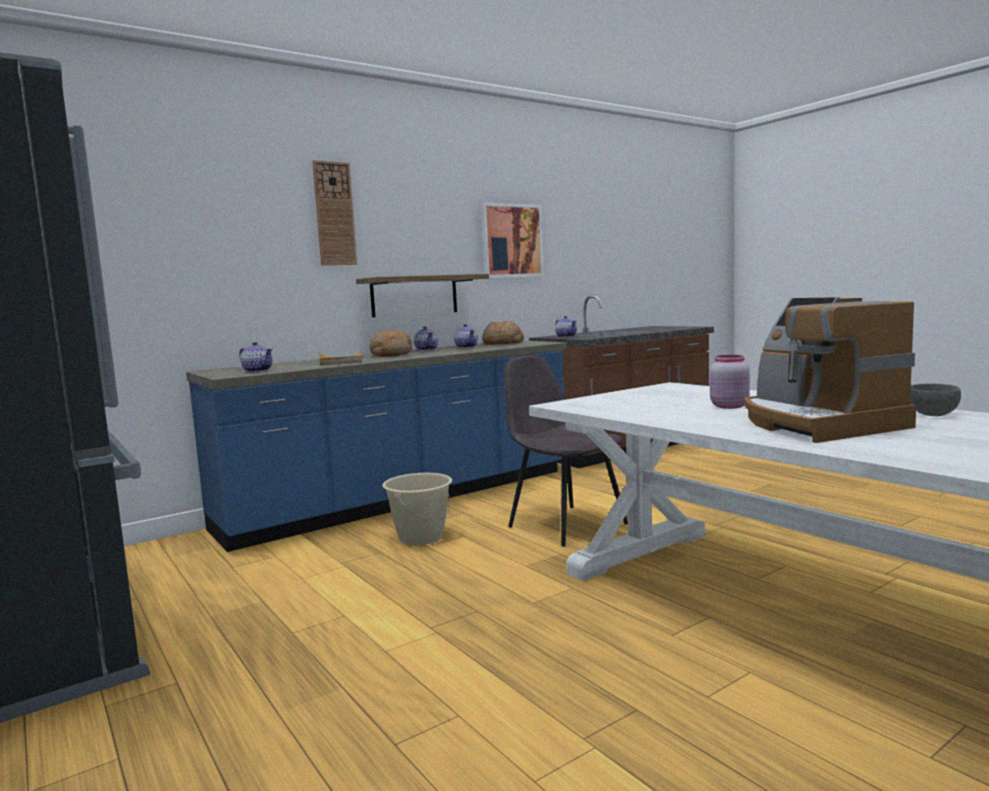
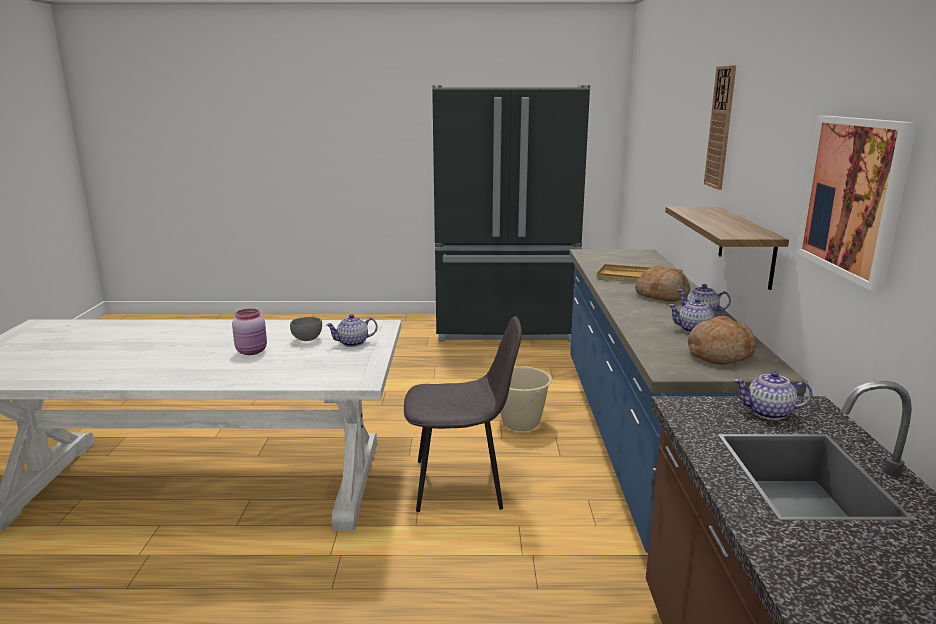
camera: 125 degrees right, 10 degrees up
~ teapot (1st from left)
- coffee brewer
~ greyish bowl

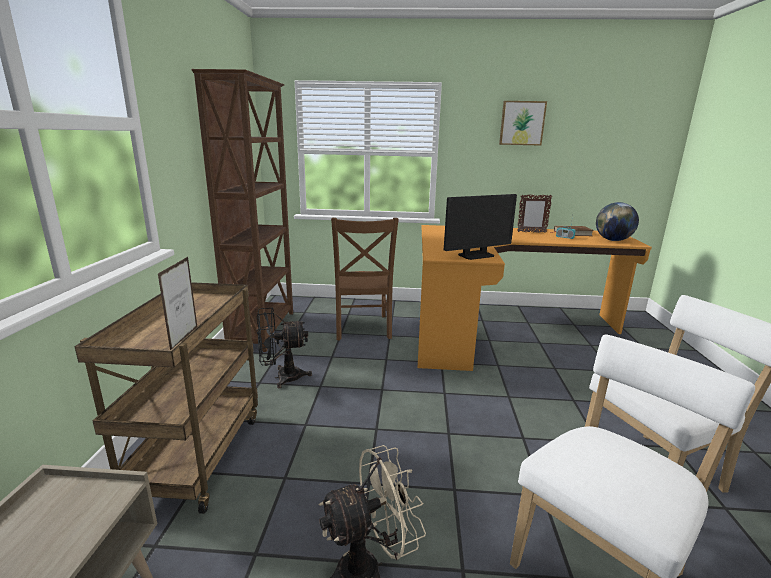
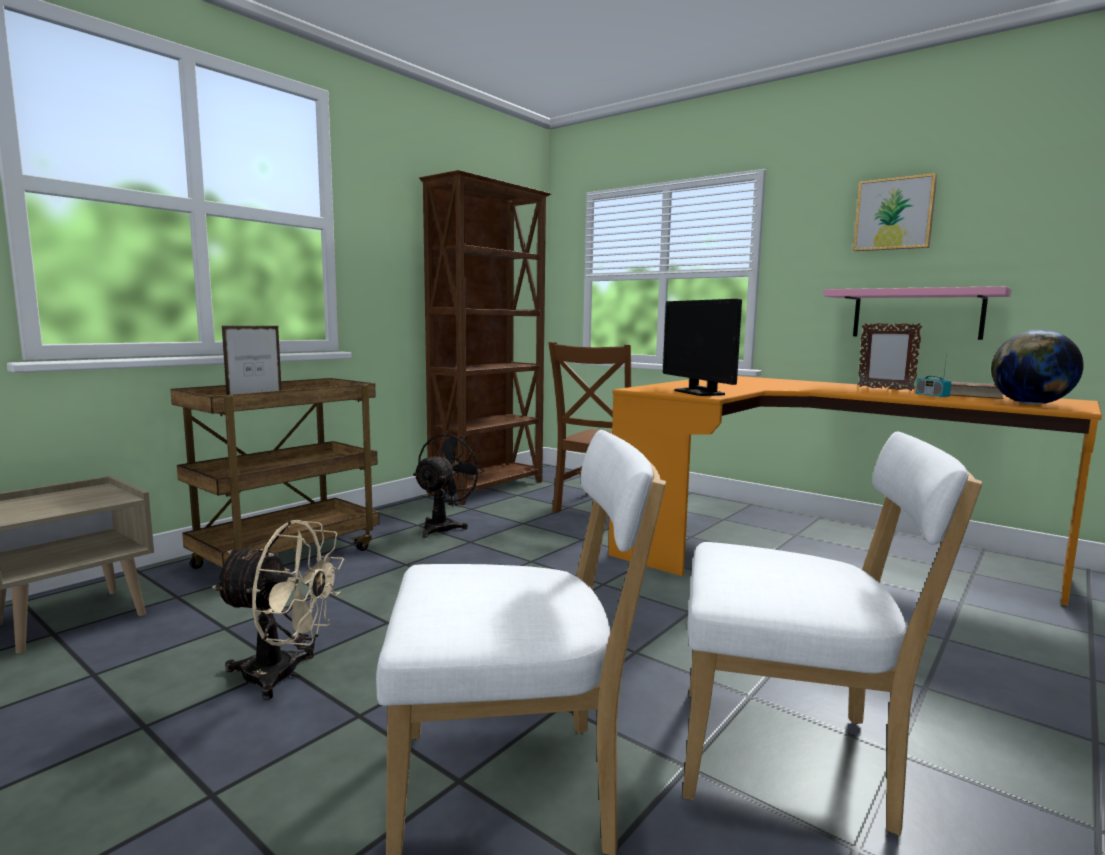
camera: 35 degrees right, 10 degrees down
~ black-coloured cooling fan 90 degrees clockwise
~ monitor 60 degrees clockwise
+ pink-coloured wall shelf

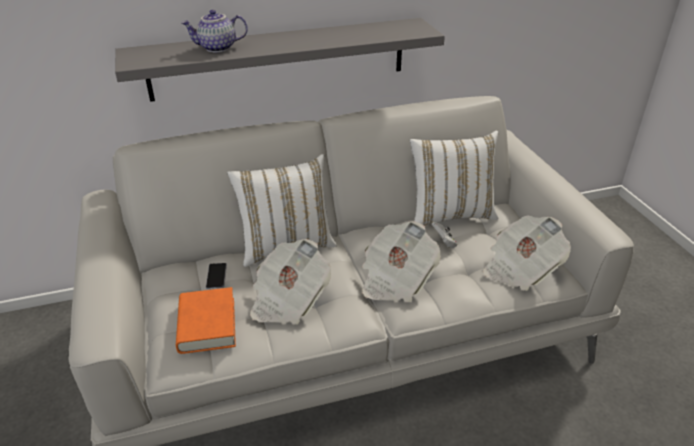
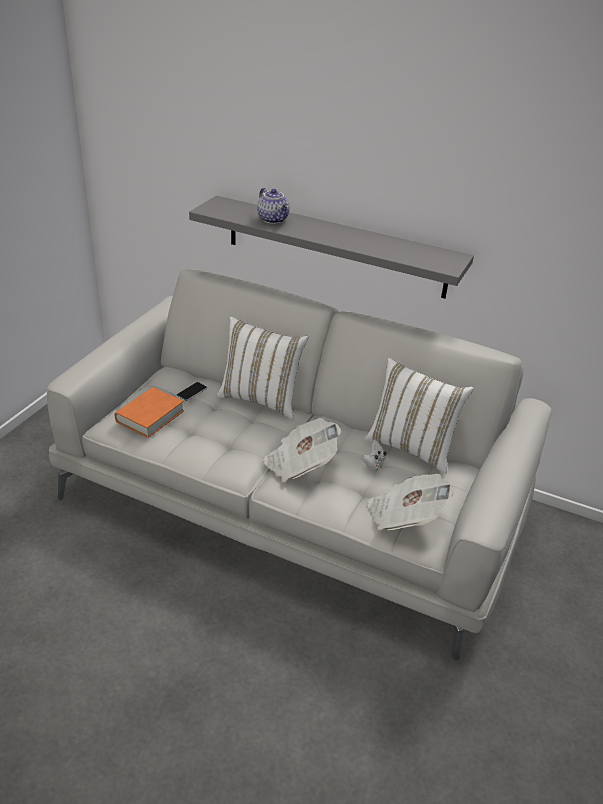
camera: 40 degrees right, 0 degrees up
~ teapot 150 degrees counterclockwise
- daily paper (1st from left)

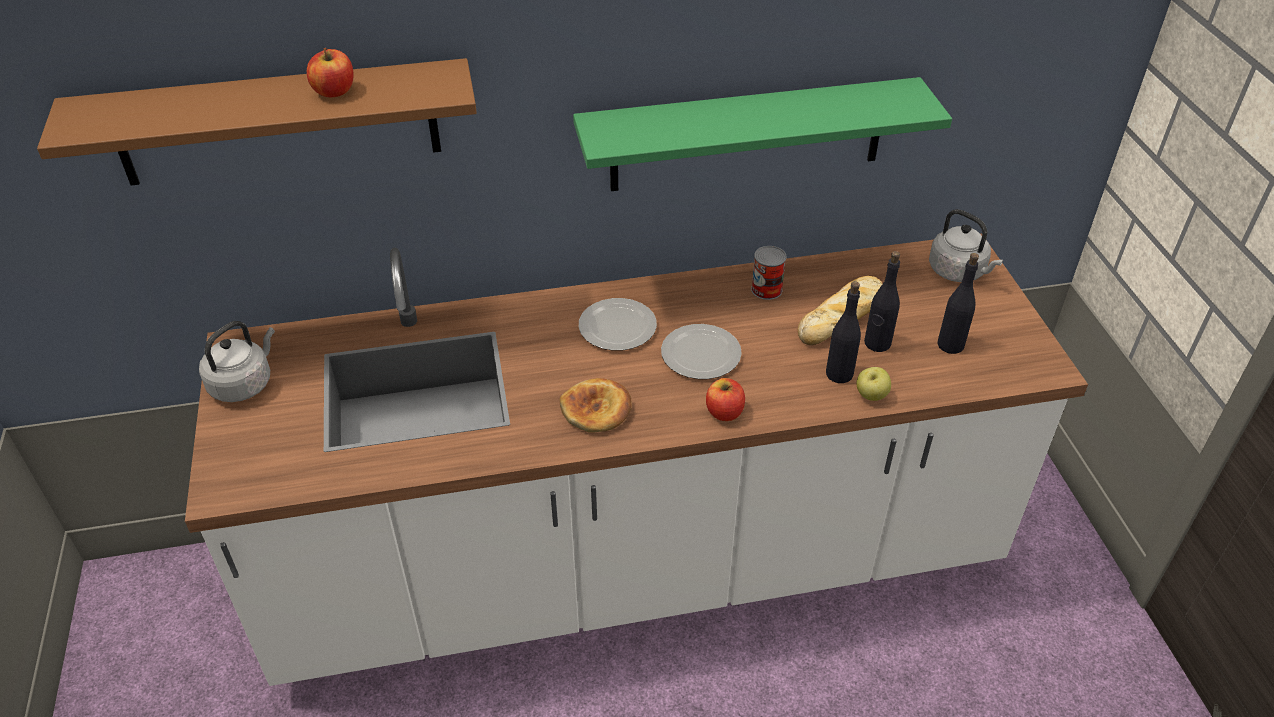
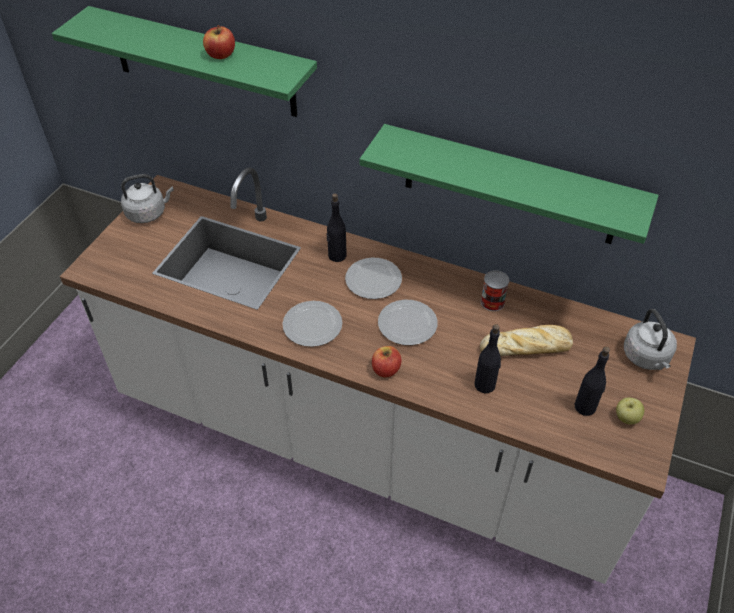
camera: 35 degrees right, 5 degrees up
~ brown-coloured wall shelf to green wall shelf (1st from left)
~ bread (1st from left) to plate (1st from left)
~ apple (3rd from left)
~ black-coloured bottle (2nd from left in the first image) to black-coloured bottle (1st from left)

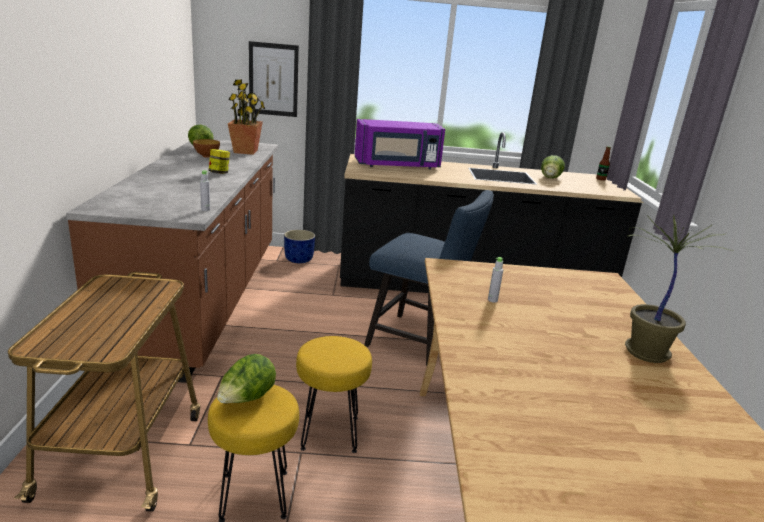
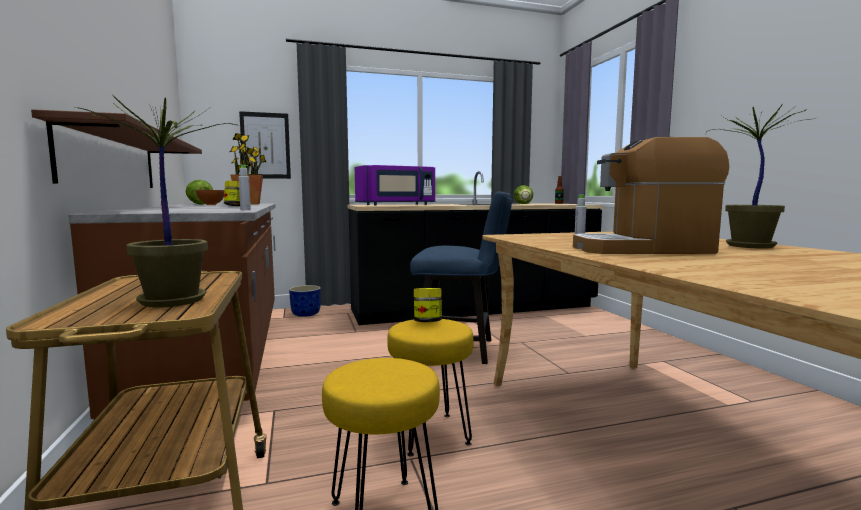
camera: 15 degrees left, 15 degrees down
- lettuce head (2nd from left)
+ brown-coloured wall shelf
+ plant in a pot (1st from left)
+ jar (2nd from left)
+ coffee brewer

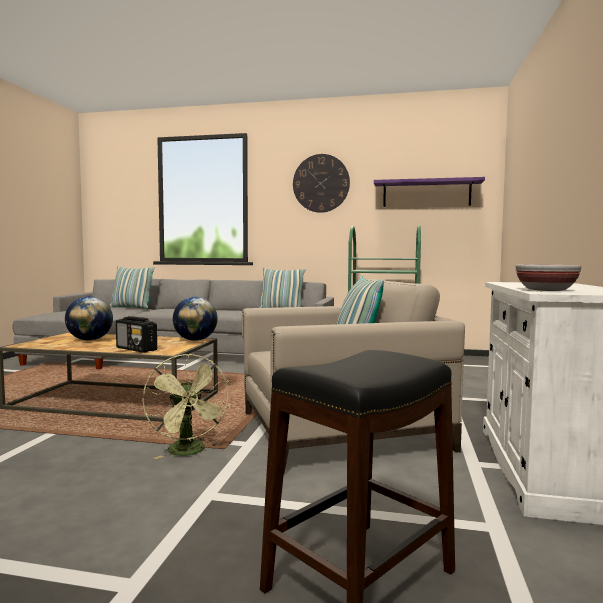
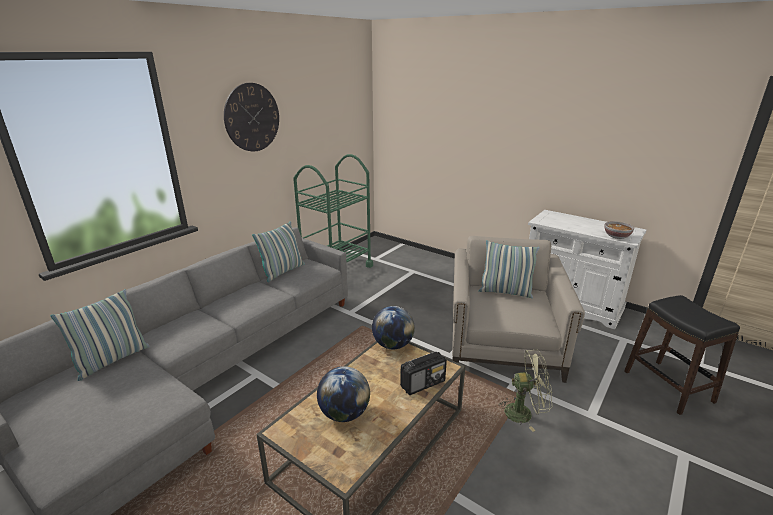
camera: 65 degrees left, 20 degrees up
- purplish wall shelf

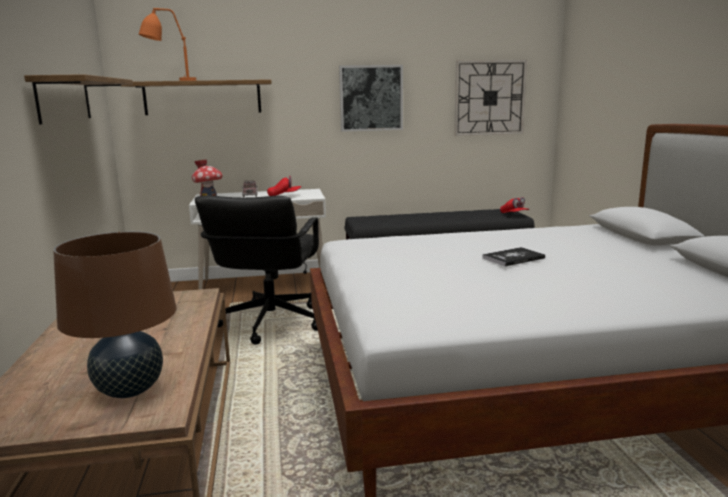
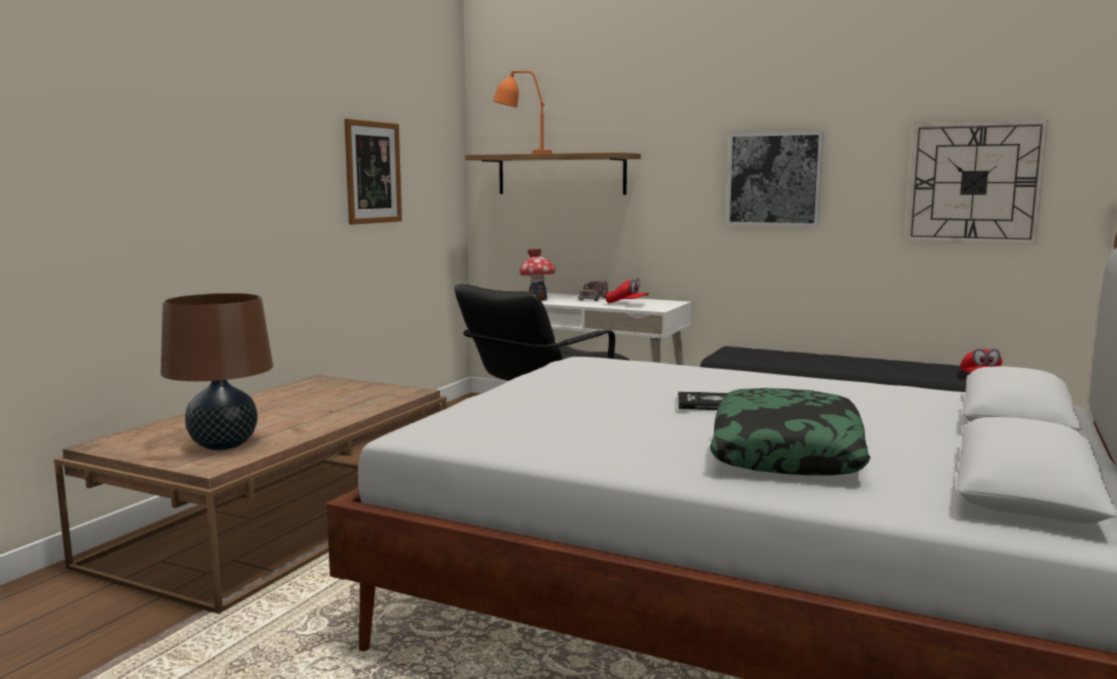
camera: 35 degrees right, 5 degrees down
~ wall shelf (1st from left) to picture (1st from left)
+ pillow

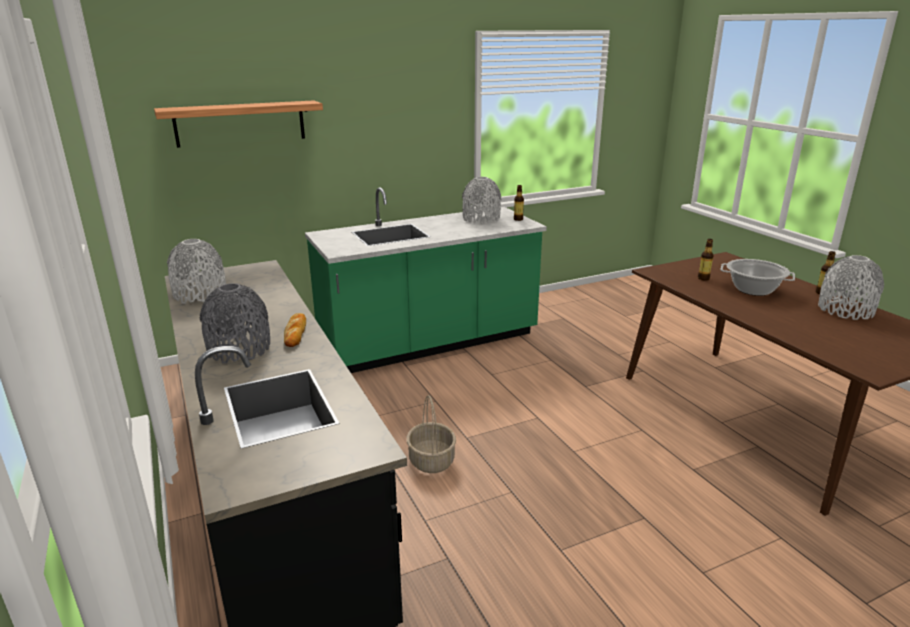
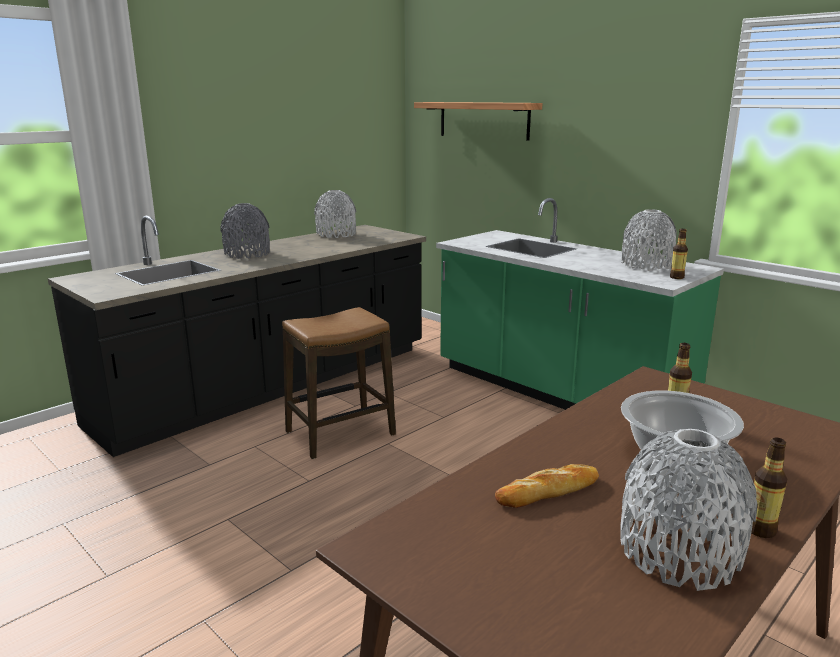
camera: 70 degrees right, 5 degrees down
~ bread
~ storage basket to sitting stool

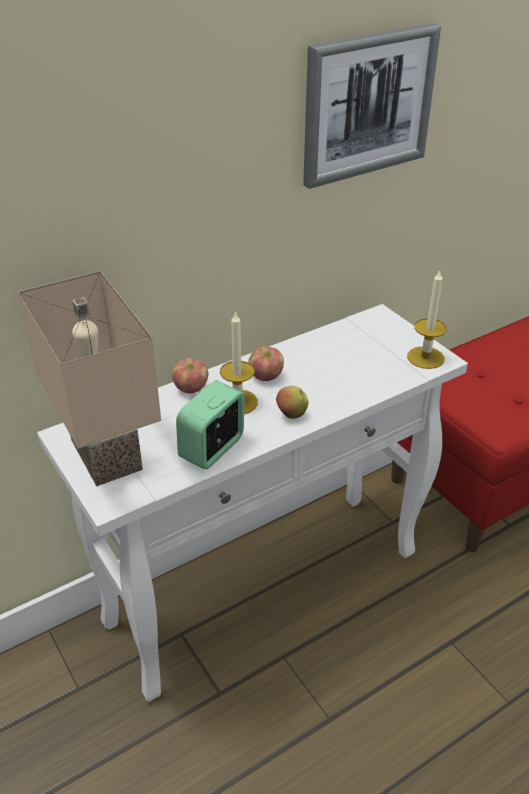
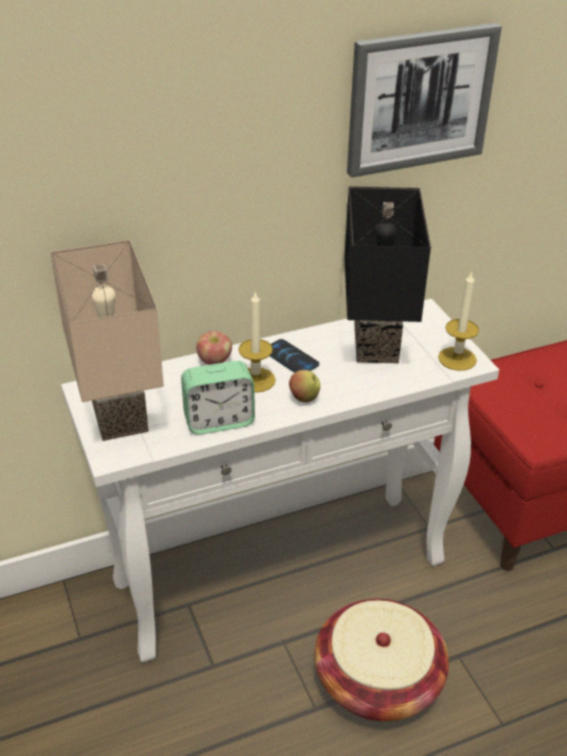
camera: 10 degrees right, 0 degrees up
~ alarm clock 150 degrees counterclockwise
~ apple (2nd from left) to handset
+ storage basket
+ black-coloured tabletop lamp

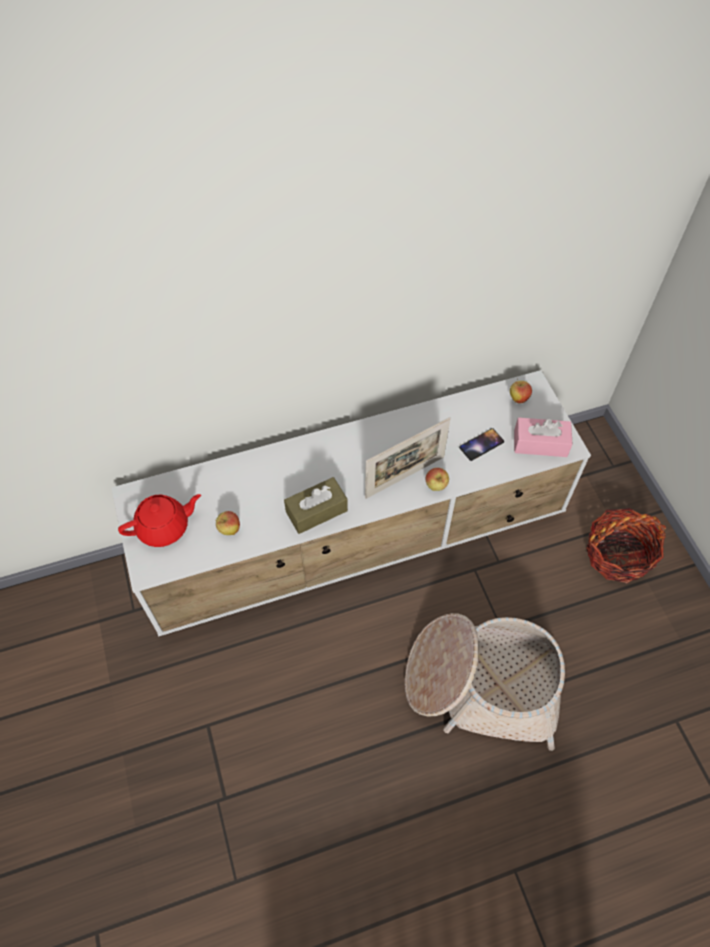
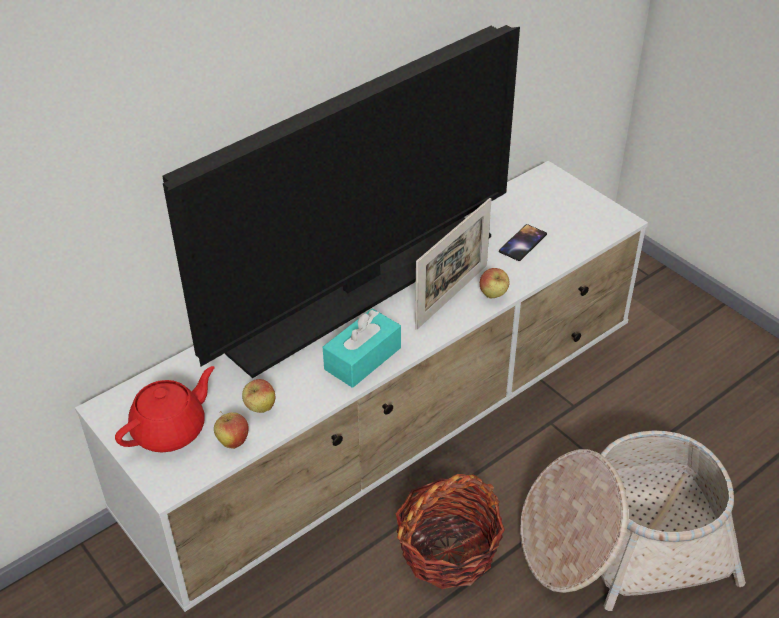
camera: 20 degrees left, 15 degrees down
~ brown-coloured box of tissues to turquoise box of tissues
~ apple (3rd from left in the first image) to apple (1st from left)
- pink-coloured box of tissues
~ storage basket (2nd from left in the first image) to storage basket (1st from left)
+ TV

